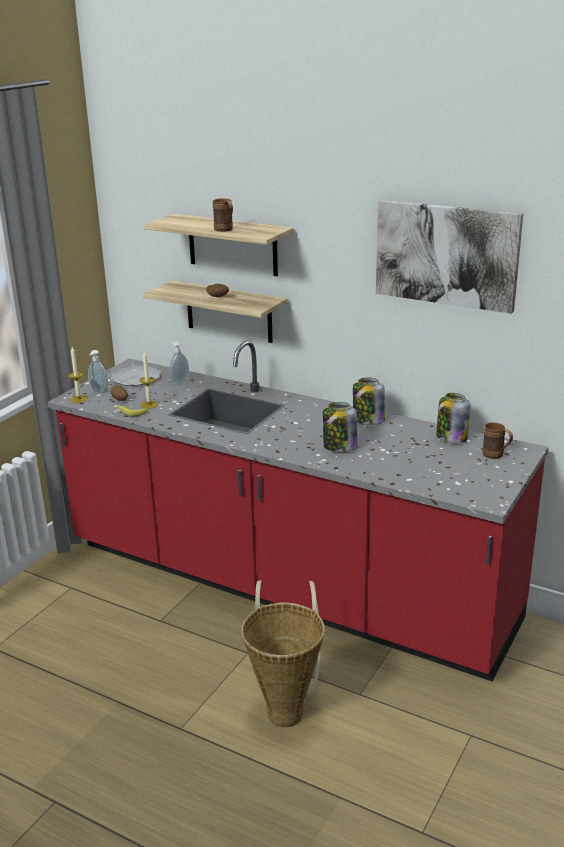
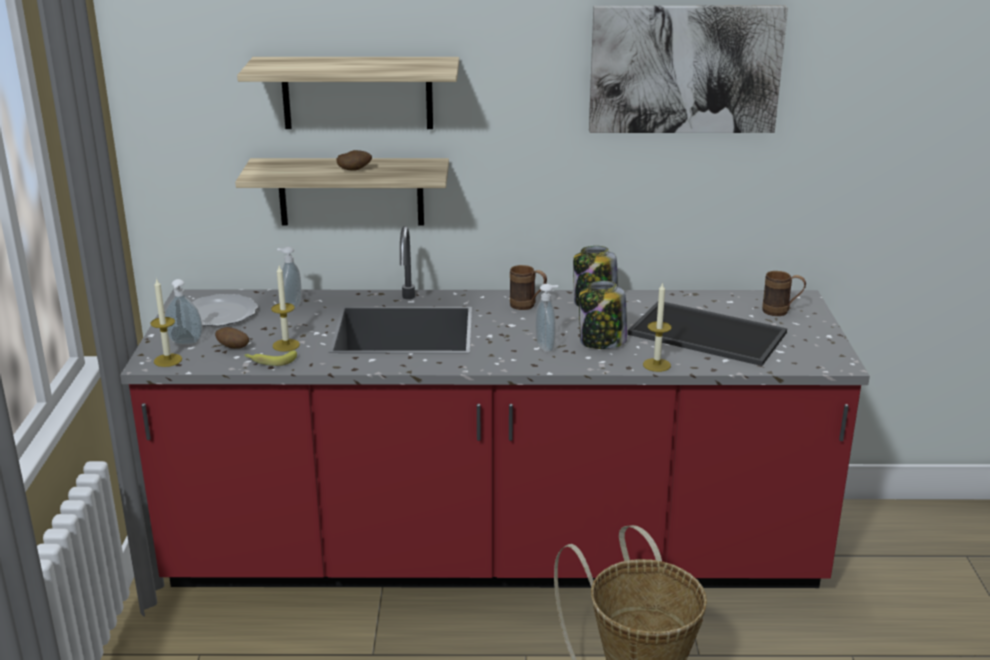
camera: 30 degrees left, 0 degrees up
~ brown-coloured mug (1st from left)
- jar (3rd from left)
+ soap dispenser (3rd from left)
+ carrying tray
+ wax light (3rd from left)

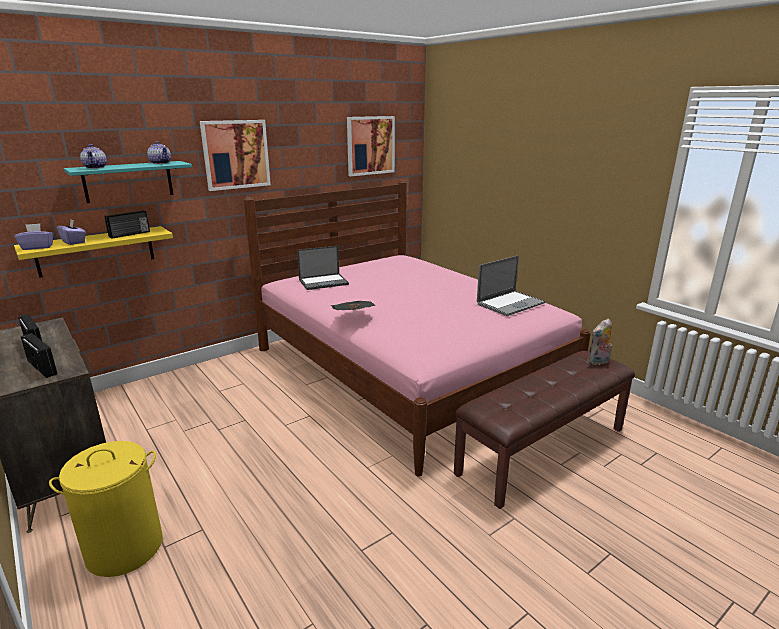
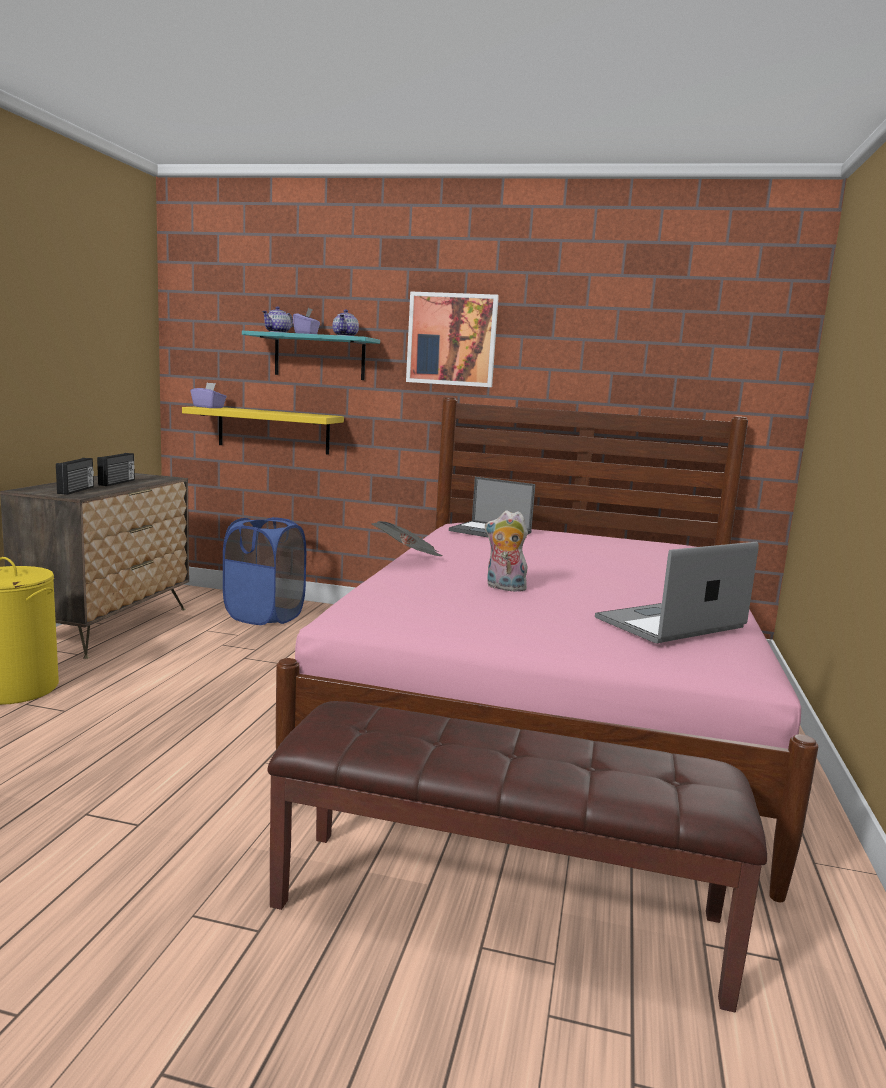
camera: 50 degrees right, 10 degrees down
~ purplish box of tissues (2nd from left)
- radio set (3rd from left)
- picture (2nd from left)
~ portable computer (2nd from left) 135 degrees clockwise
~ cuddly toy
+ blue-coloured laundry basket

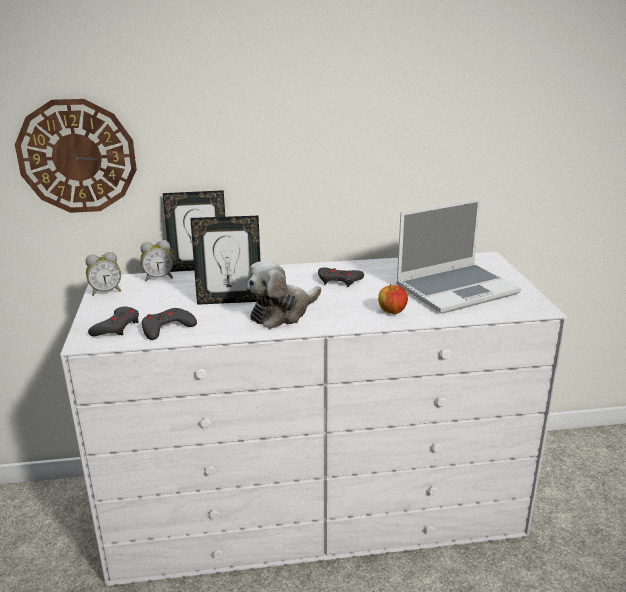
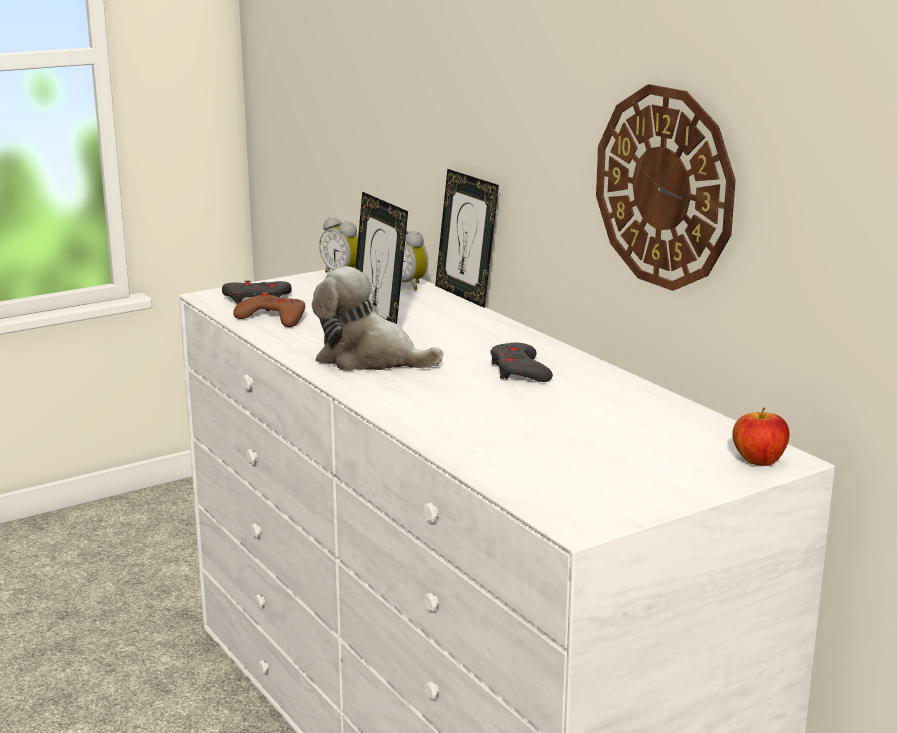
camera: 65 degrees right, 5 degrees down
~ hanging clock
~ greyish game controller (2nd from left) to brown-coloured game controller
~ apple
- portable computer

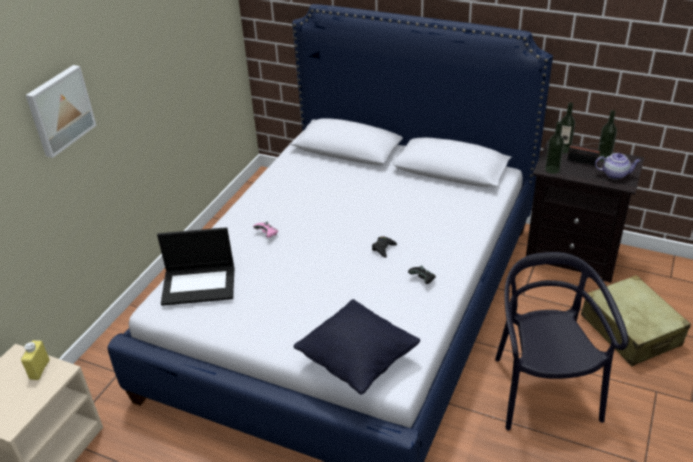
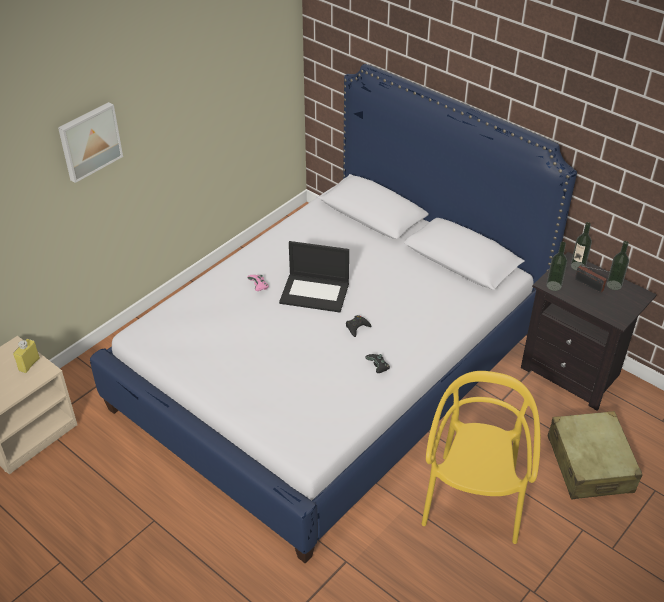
camera: 15 degrees right, 5 degrees up
~ portable computer
- black-coloured pillow
~ black-coloured chair to yellowish chair
- teapot

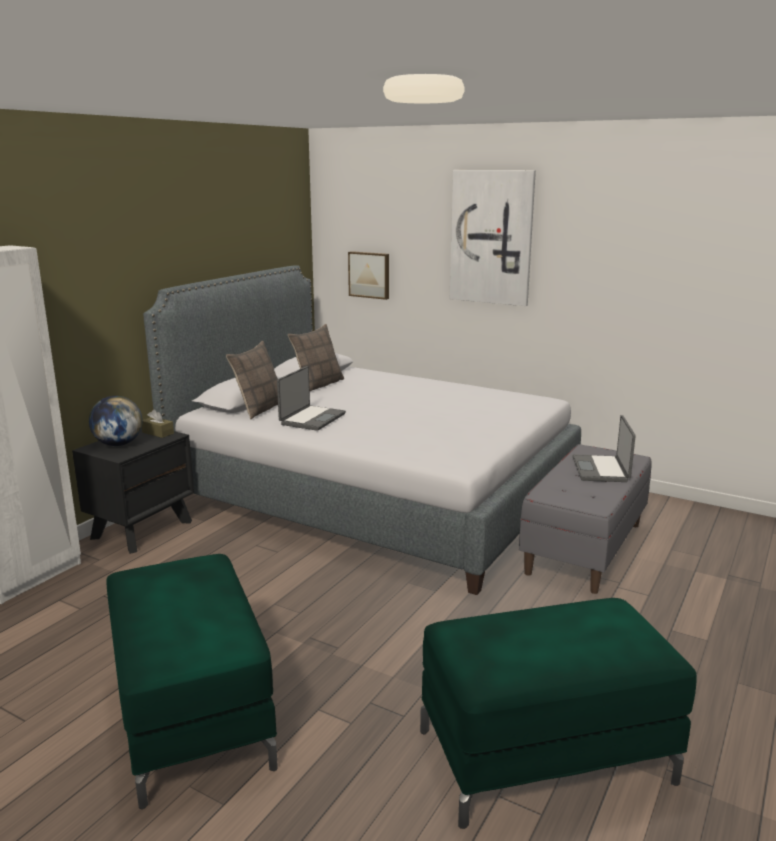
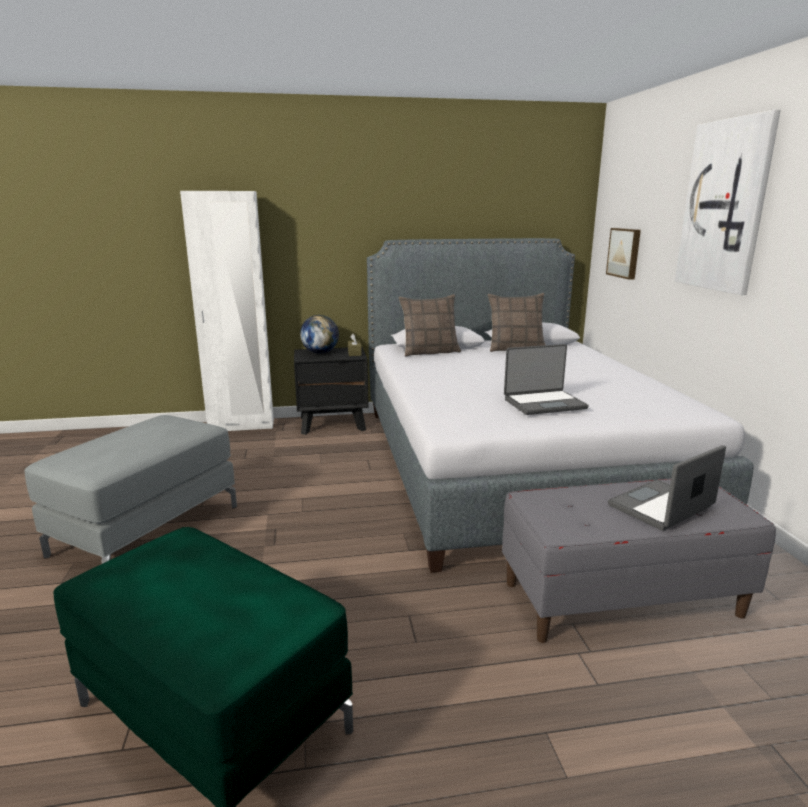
camera: 50 degrees right, 0 degrees up
~ green footrest (1st from left) to greyish footrest
~ portable computer (1st from left)

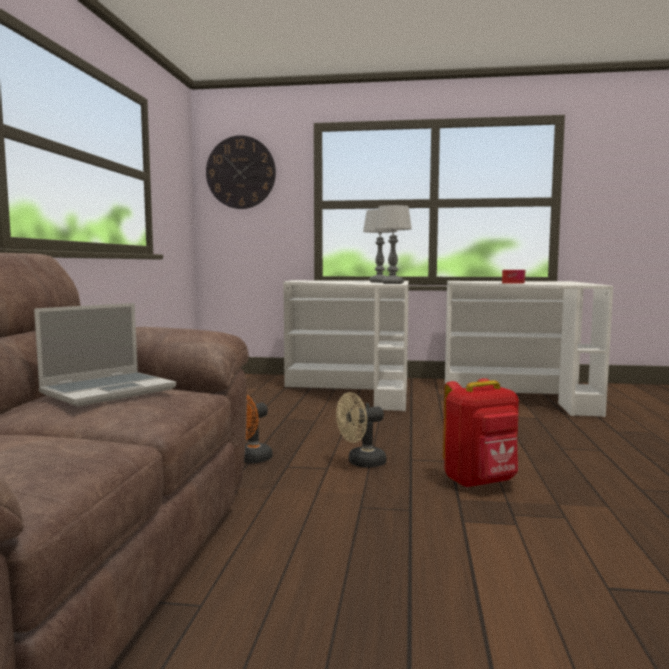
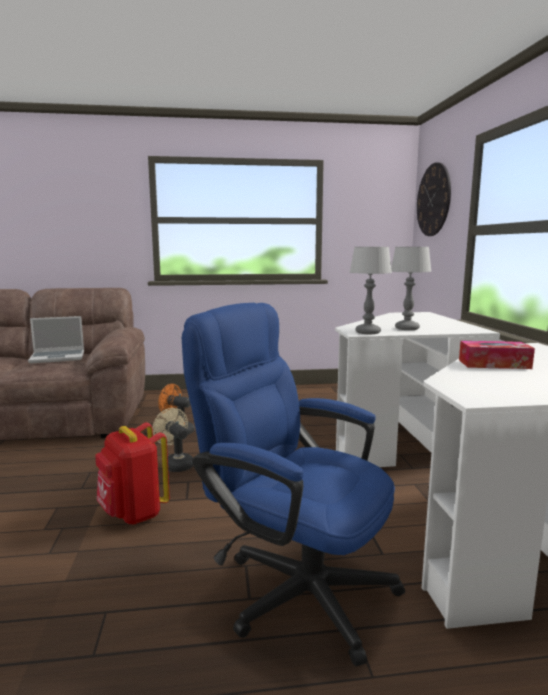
camera: 75 degrees right, 5 degrees up
~ portable computer 45 degrees counterclockwise
+ blue-coloured desk chair

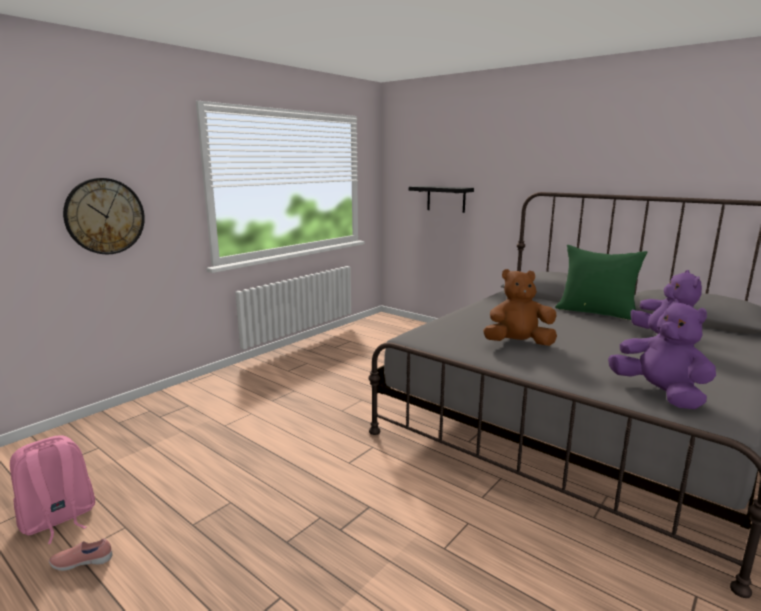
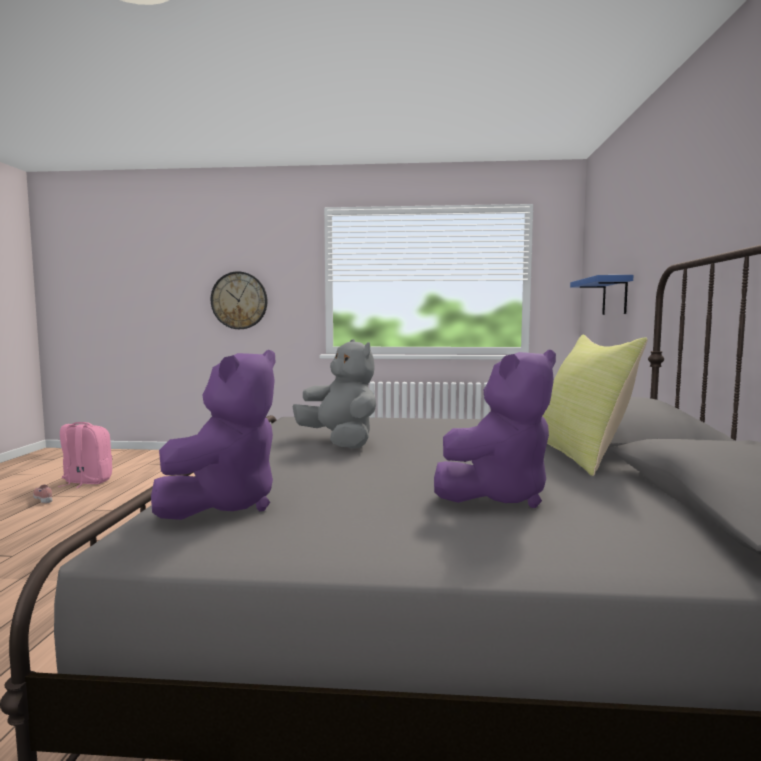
camera: 55 degrees right, 10 degrees down
~ black-coloured wall shelf to blue-coloured wall shelf
~ brown-coloured cuddly toy to greyish cuddly toy
~ green pillow to yellowish pillow

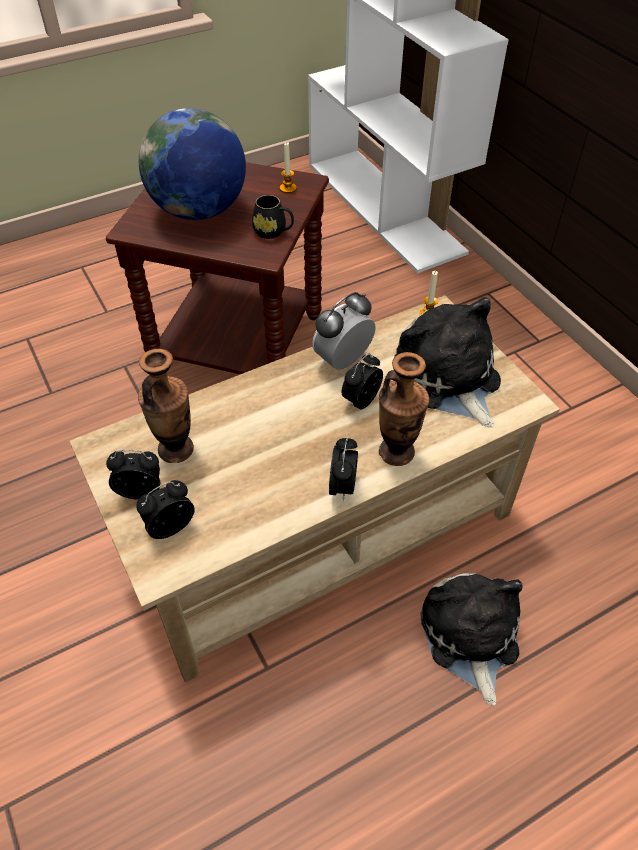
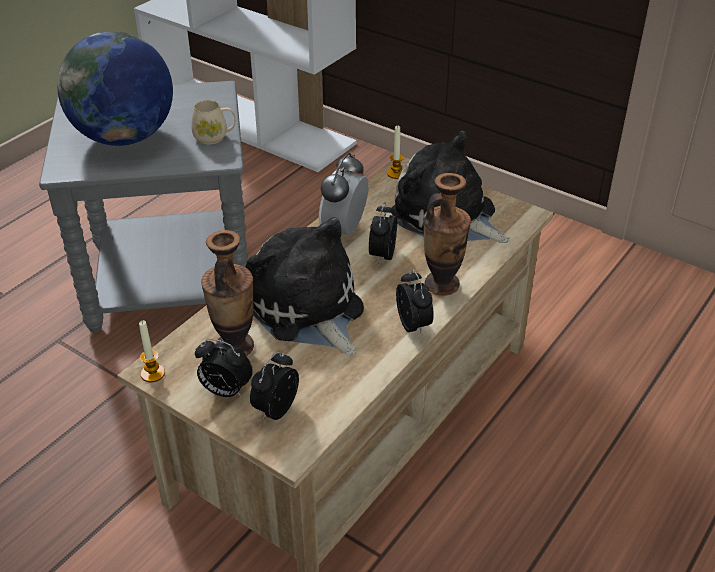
camera: 25 degrees left, 10 degrees down
~ brown-coloured side table to greyish side table
~ alarm clock (1st from left) 135 degrees counterclockwise
~ black-coloured mug to beige-coloured mug
~ wax light (1st from left)
~ cuddly toy (2nd from left in the first image) to cuddly toy (1st from left)

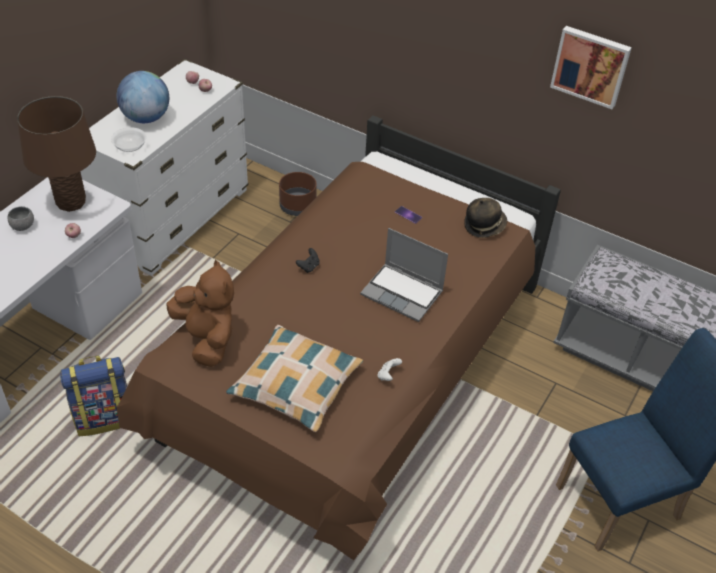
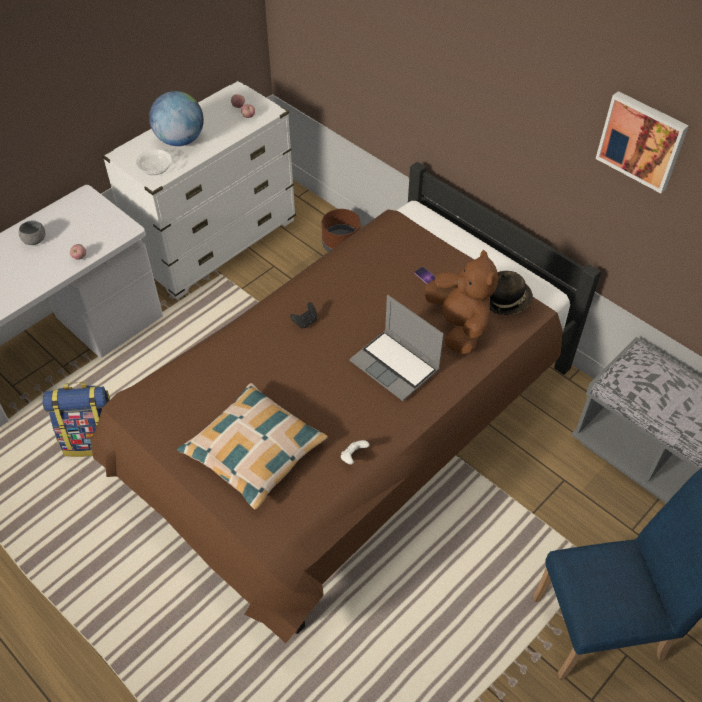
camera: 15 degrees right, 5 degrees up
- brown-coloured tabletop lamp
~ brown-coloured cuddly toy

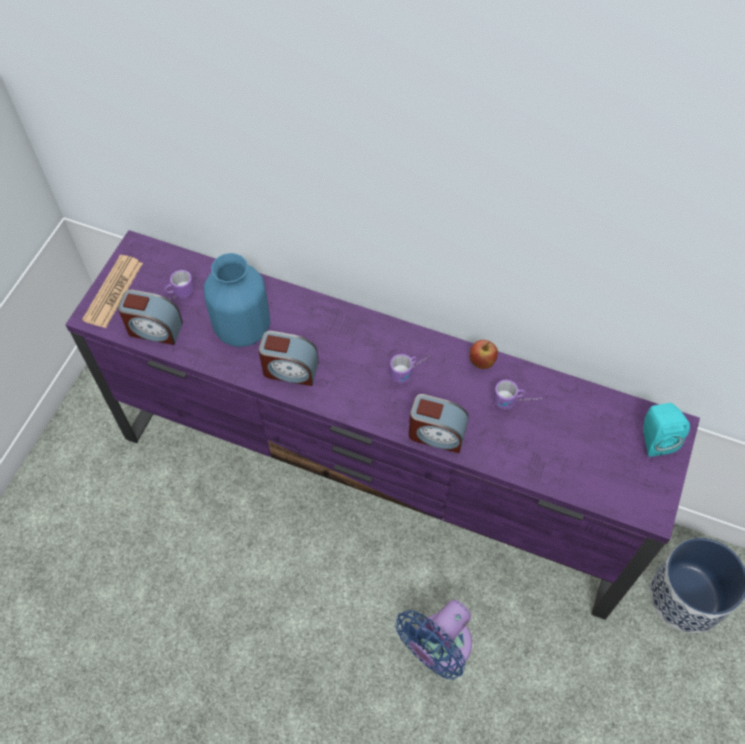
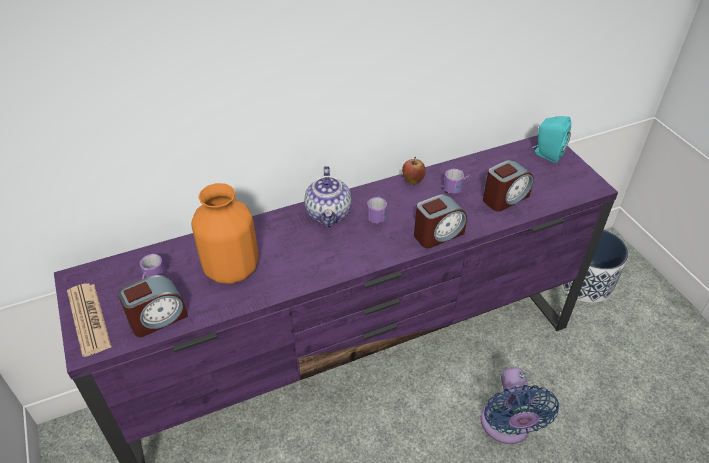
camera: 45 degrees left, 15 degrees down
~ blue-coloured decorative vase to orange-coloured decorative vase
~ alarm clock (2nd from left in the first image) to alarm clock (3rd from left)
+ teapot

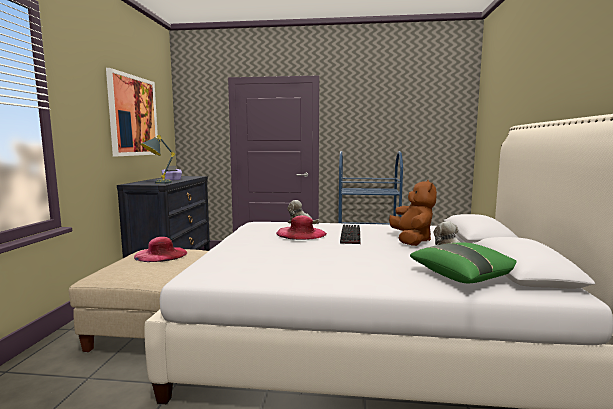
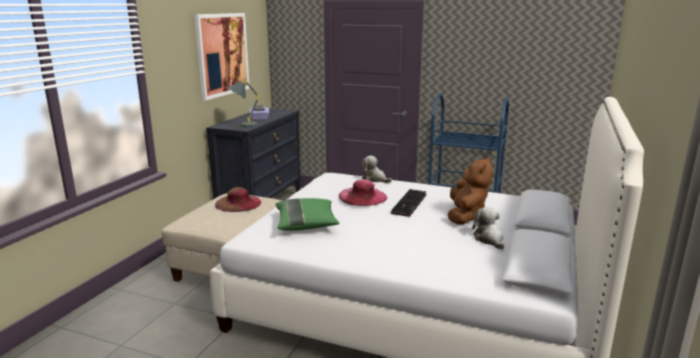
camera: 15 degrees right, 10 degrees up
~ pink-coloured clothing hat (1st from left) to brown-coloured clothing hat
~ green pillow

